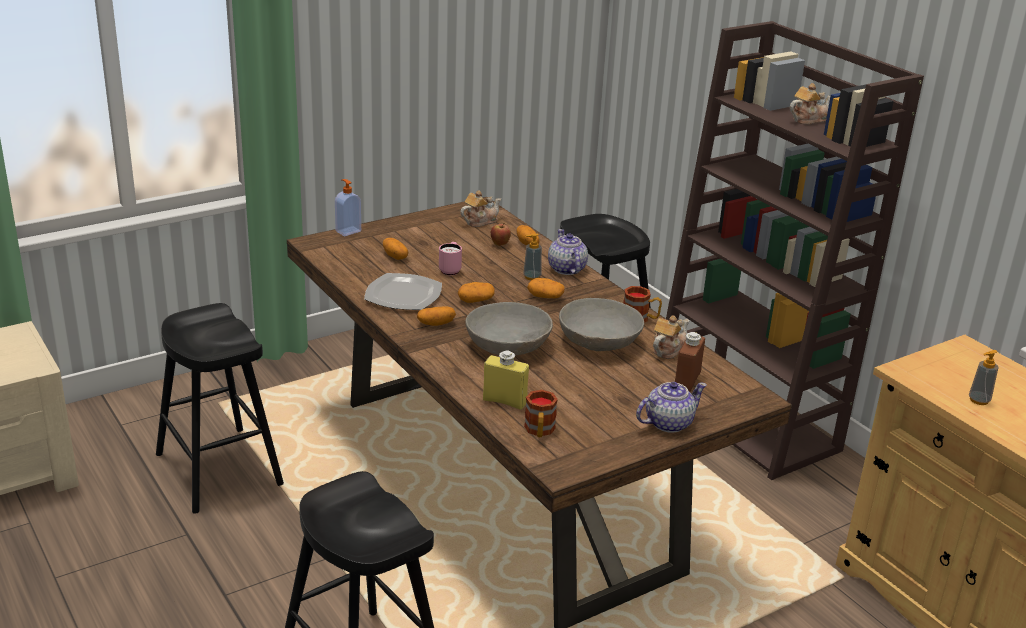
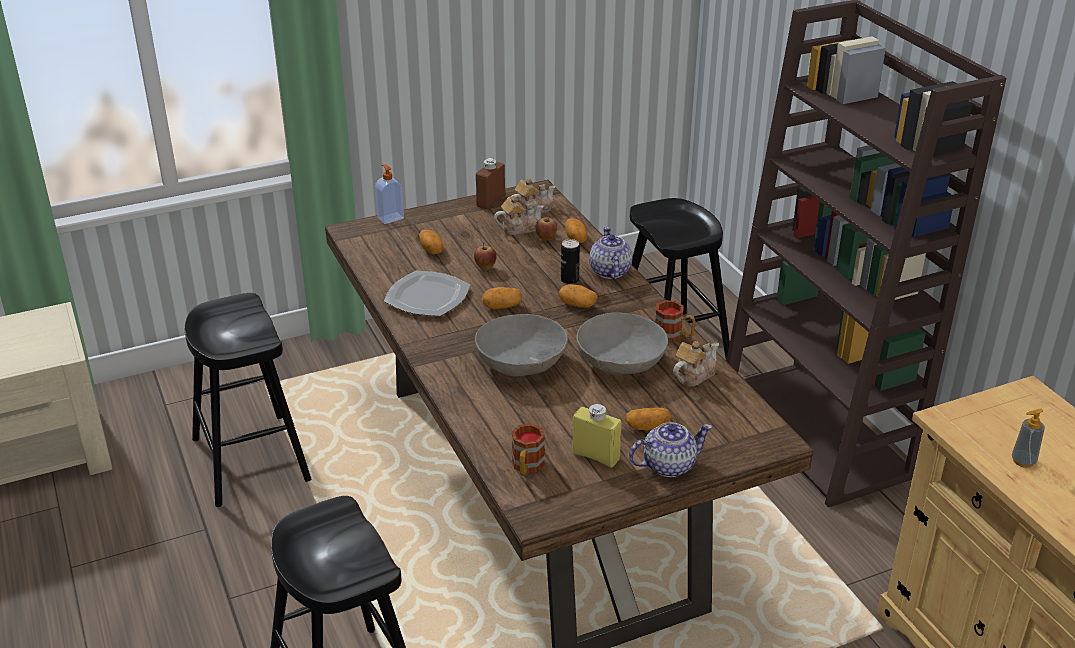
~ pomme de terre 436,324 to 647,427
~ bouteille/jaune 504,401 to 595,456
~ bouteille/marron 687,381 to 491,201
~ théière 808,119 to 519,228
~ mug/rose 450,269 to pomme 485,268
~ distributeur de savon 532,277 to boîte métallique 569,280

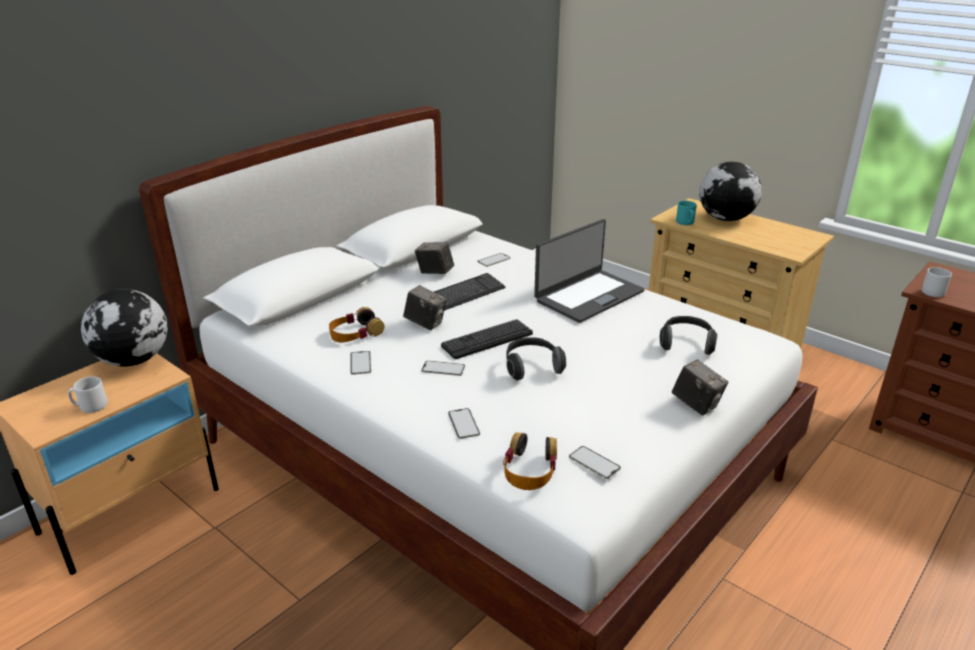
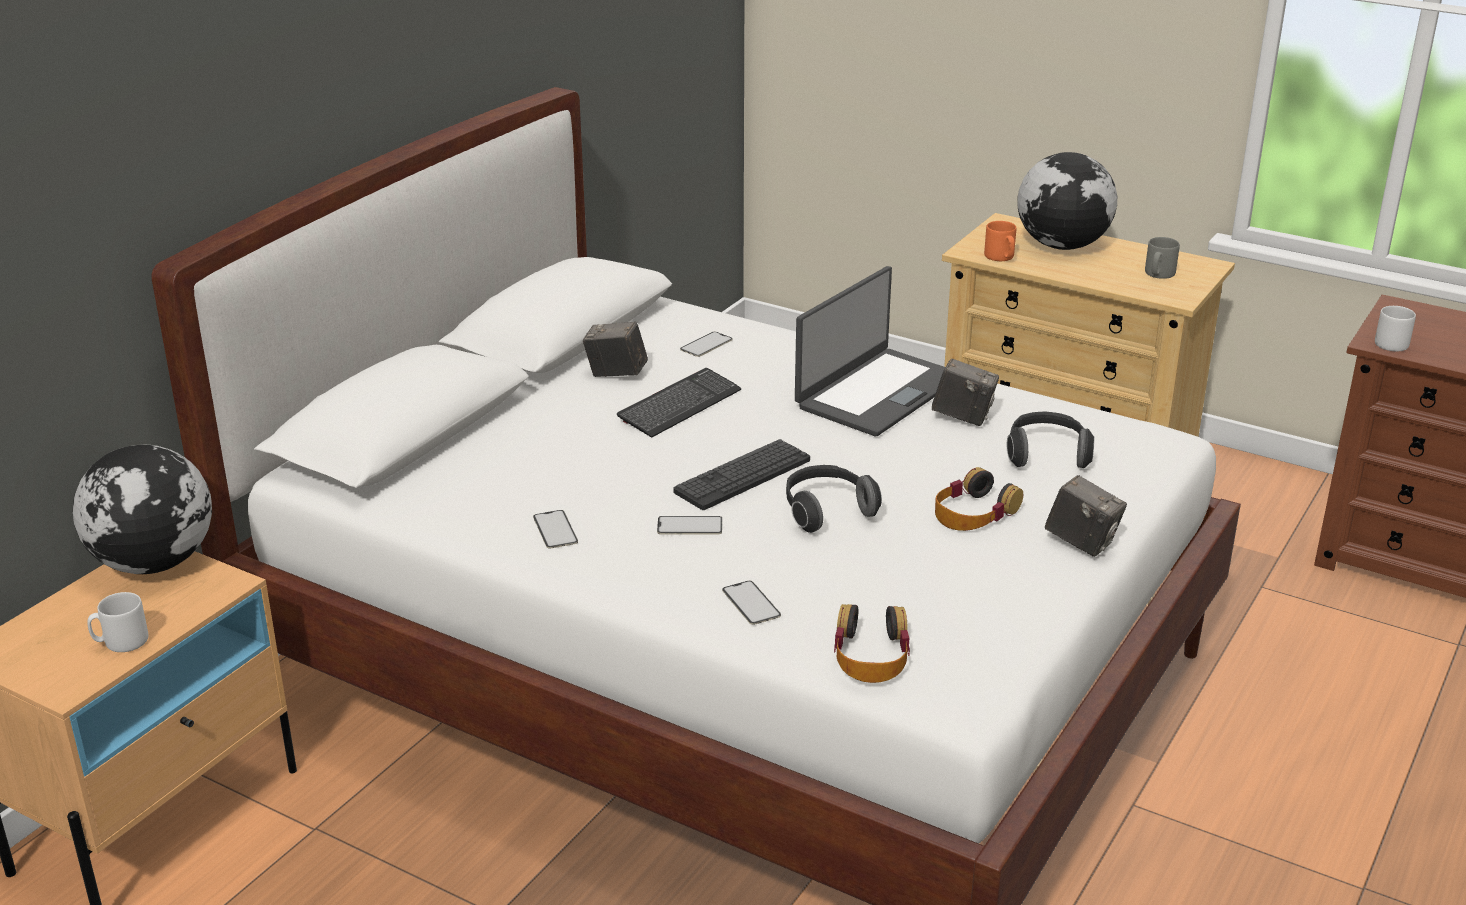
- téléphone 594,462
+ mug/gris 1158,274
~ casque audio 355,333 to 974,513
~ appareil photo 425,323 to 963,417
~ mug/turquoise 686,223 to mug/orange 1001,257

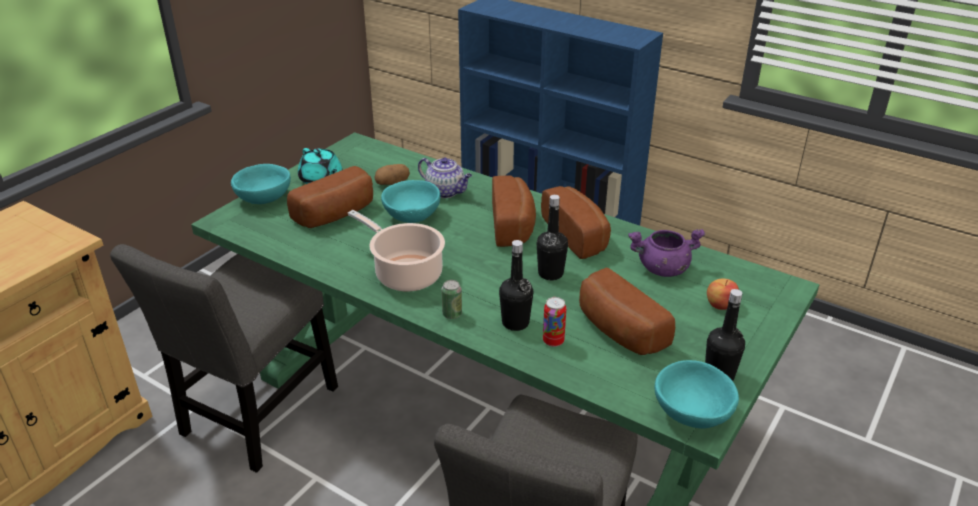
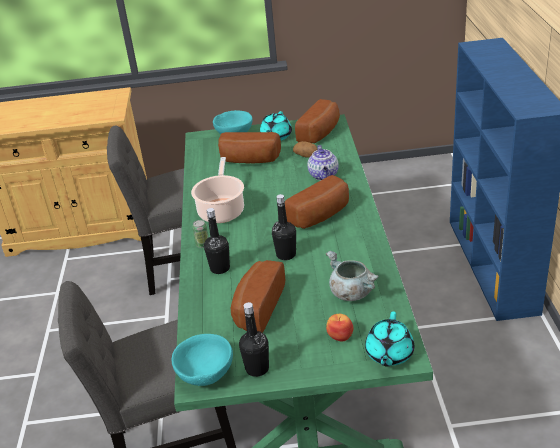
- bol/turquoise 411,216
- boîte métallique 553,341
+ théière/turquoise 389,354
~ pain 578,235 to 321,133
~ marmite/violet 662,269 to marmite/gris 351,293

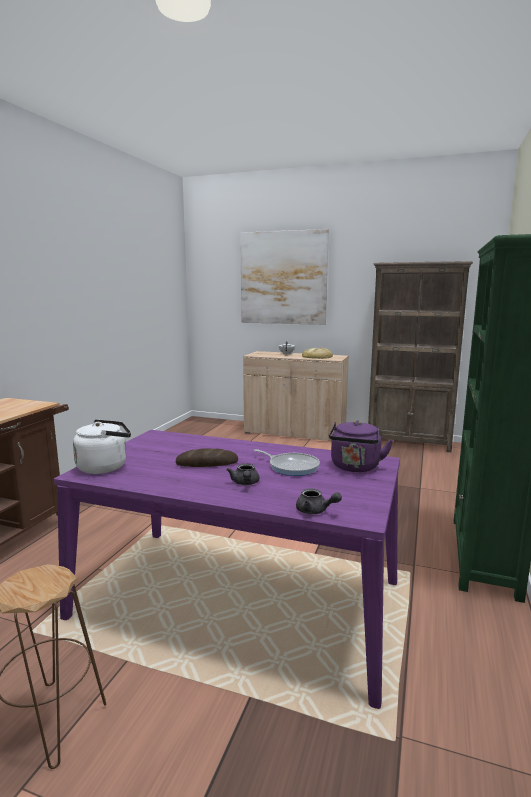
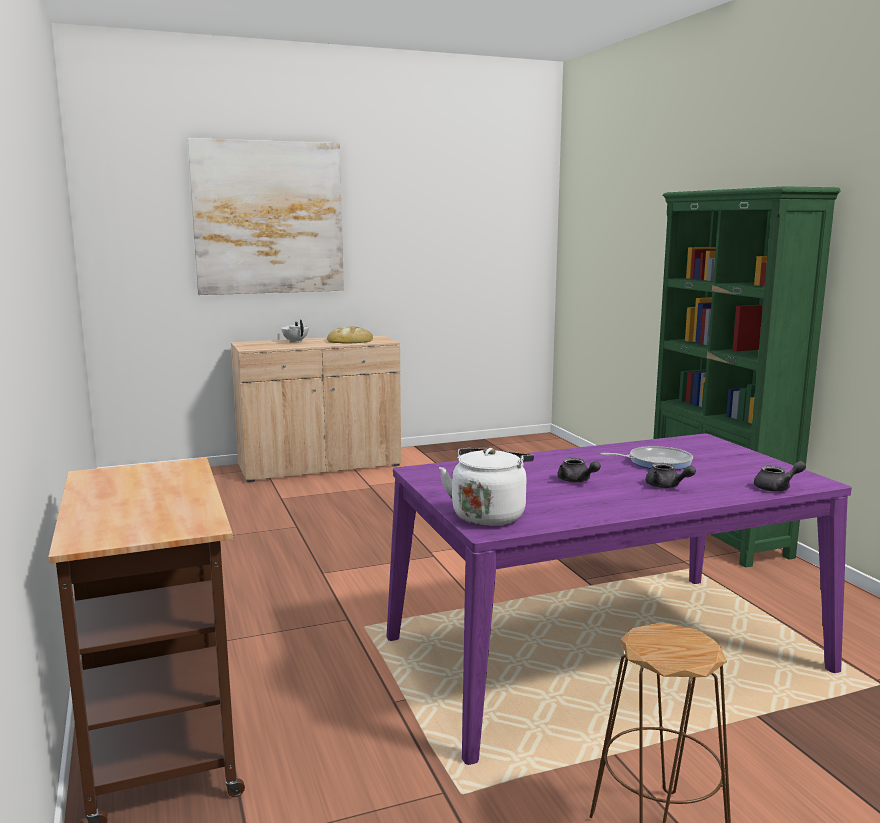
- bouilloire/violet 355,467
- bibliothèque/marron 409,443
~ pain 207,463 to théière/gris 576,481

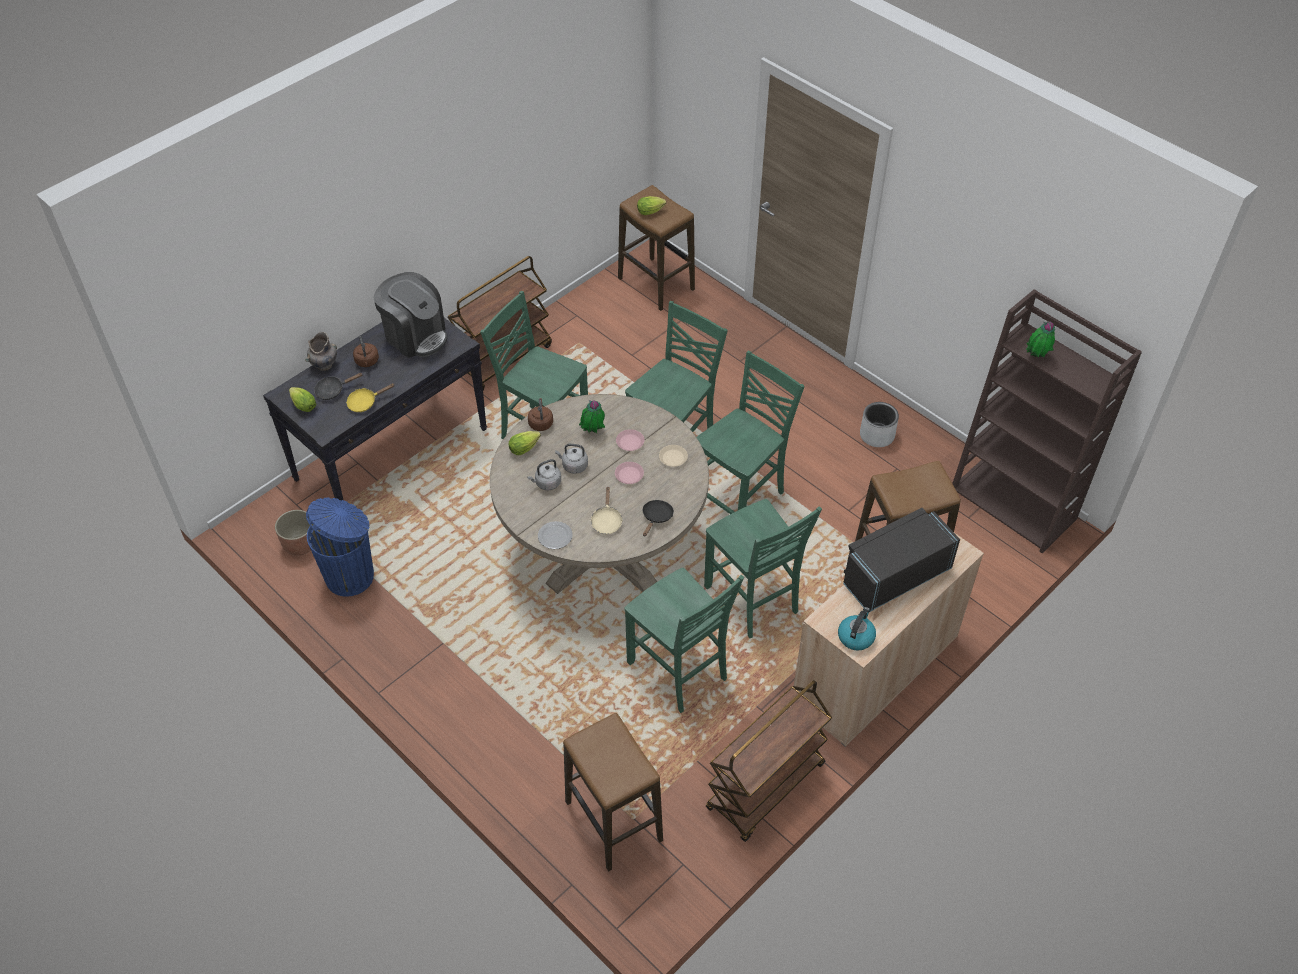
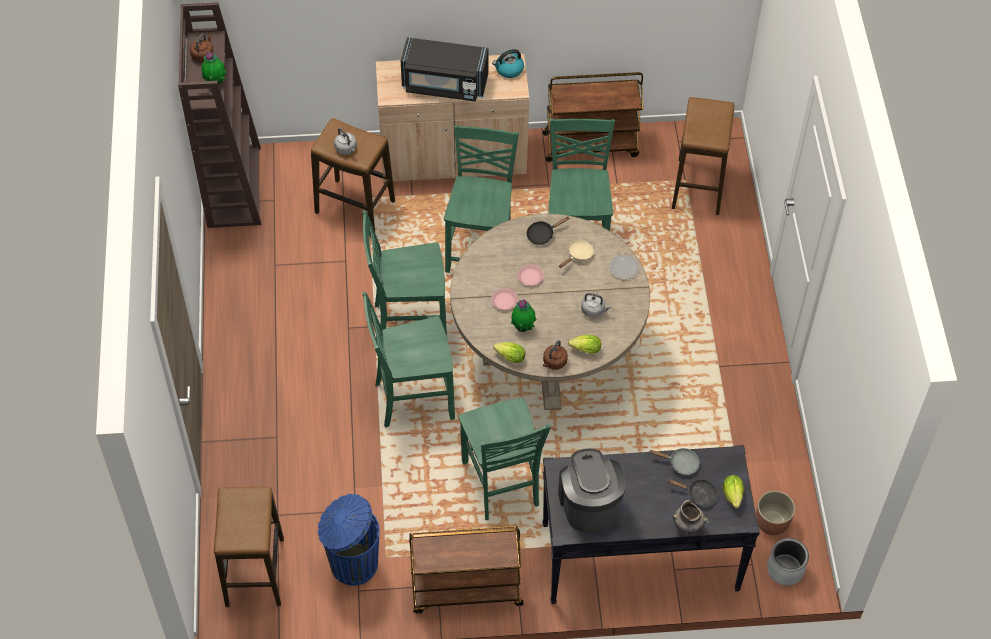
- assiette/beige 673,458
~ poubelle/bleu 351,576 to 352,564
~ bouilloire/marron 367,362 to 203,55
~ bouilloire/gris 573,466 to 346,149
~ laitue 651,211 to 508,357
~ cache-pot/gris 877,435 to 785,569
~ poêle/jaune 365,402 to poêle/gris 680,463

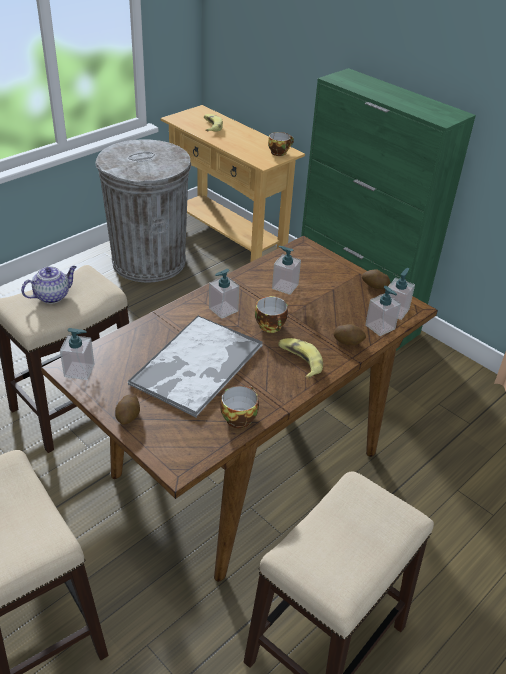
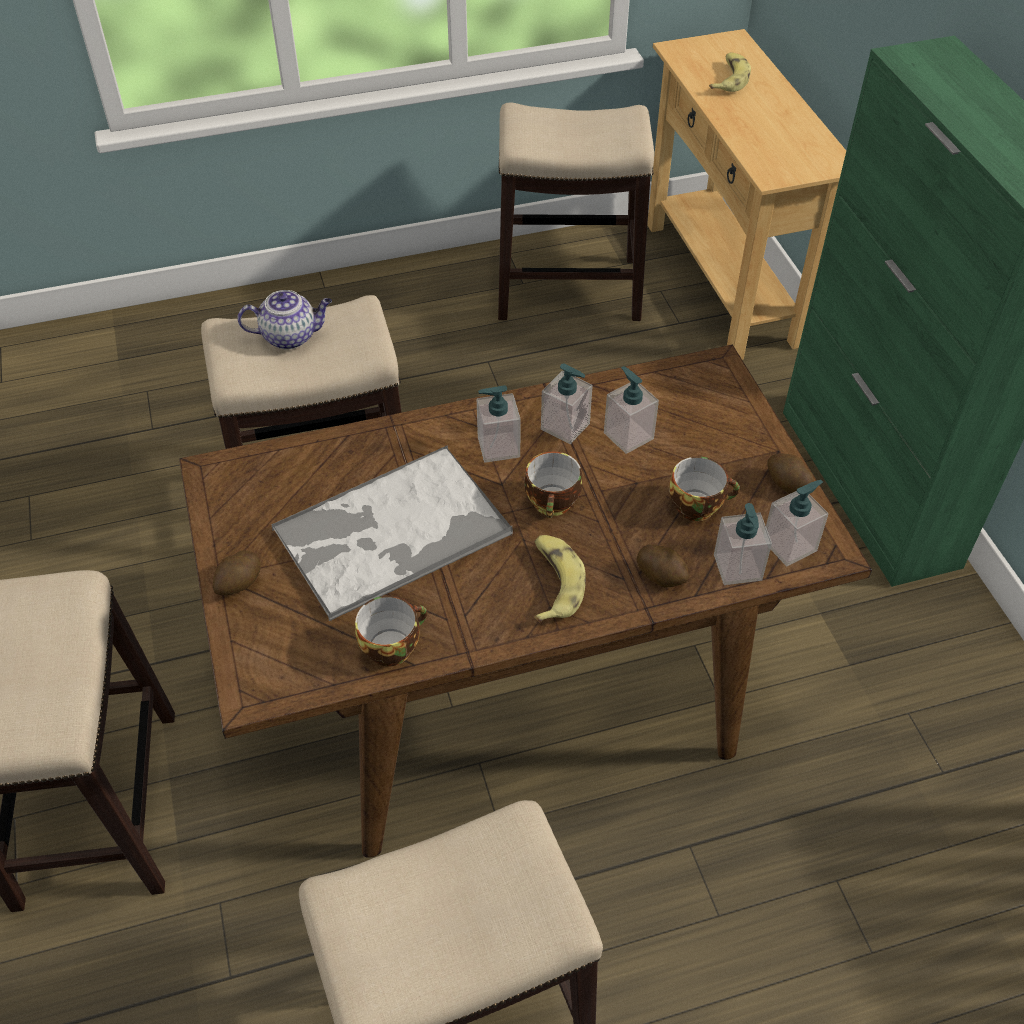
~ distributeur de savon 79,370 to 565,427
~ tasse 279,152 to 698,505
~ poubelle/gris 149,261 to tabouret 570,288

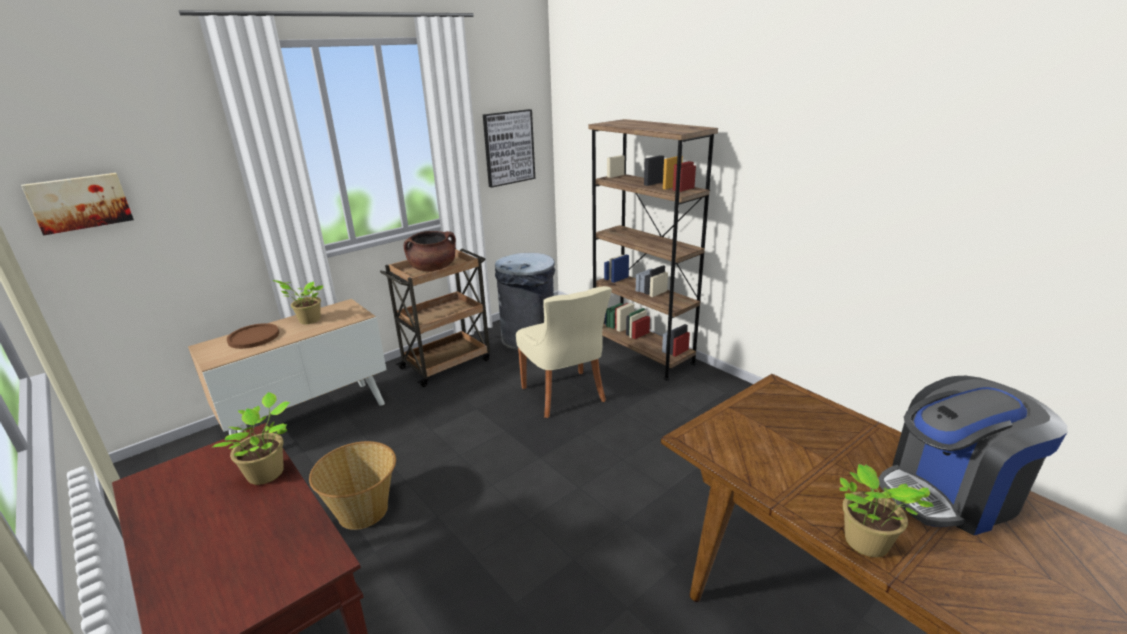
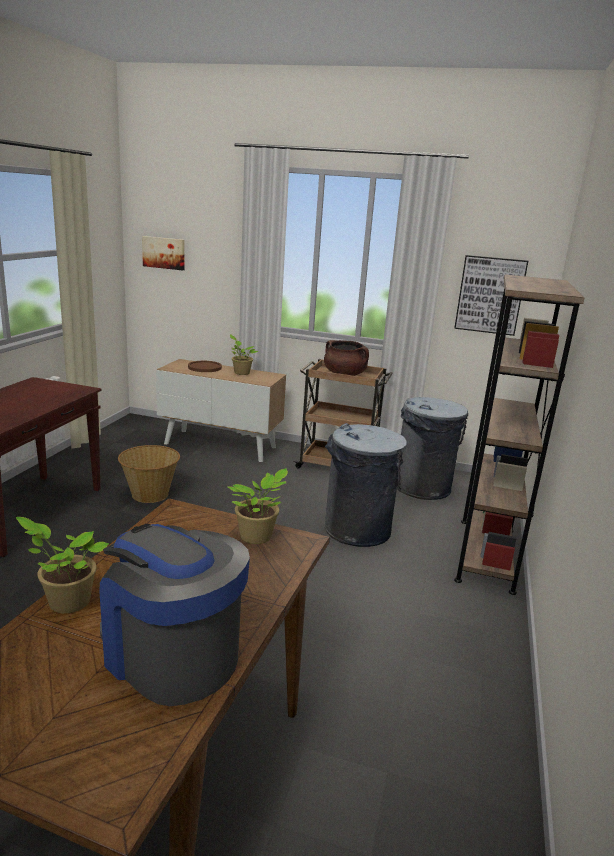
~ plante en pot 269,473 to 258,537
~ chaise/beige 565,395 to poubelle/gris 357,530

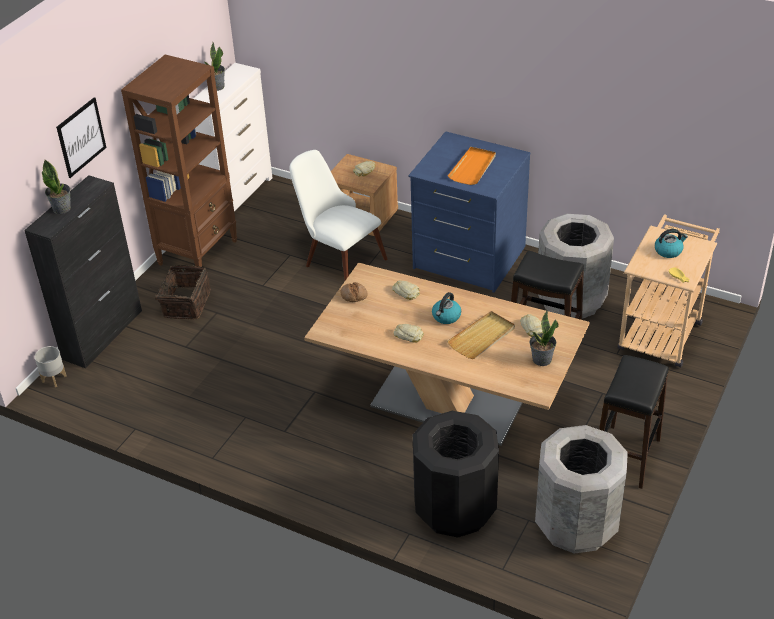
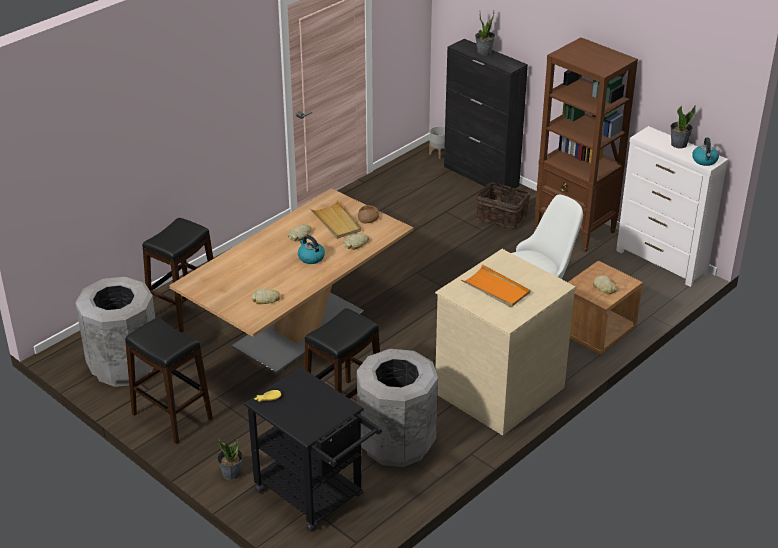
- tableau 81,137
~ plateau/beige 482,337 to 336,222
~ plante en pot 541,359 to 231,473
~ bouilloire 668,251 to 705,161
~ poubelle/noir 454,509 to tabouret/noir 184,309
~ commode/bleu 468,258 to commode/beige 498,389
~ chariot/beige 662,330 to chariot/noir 316,497

